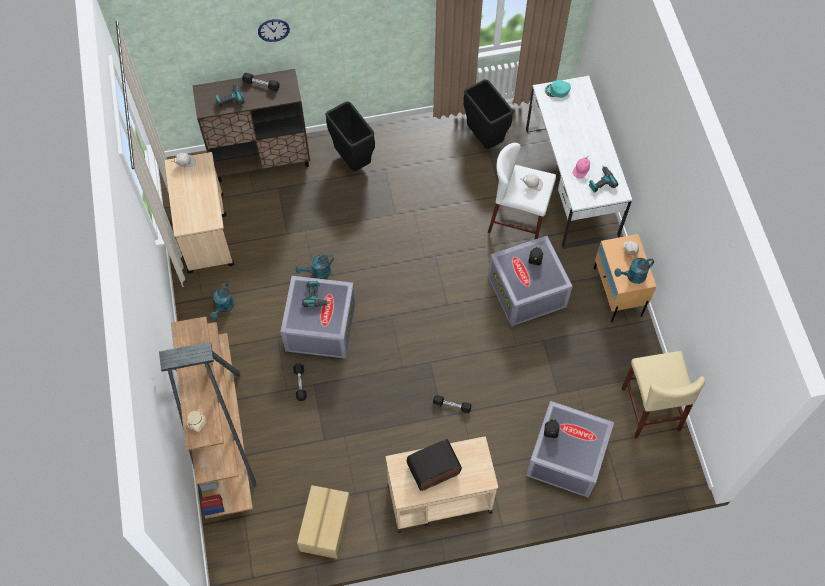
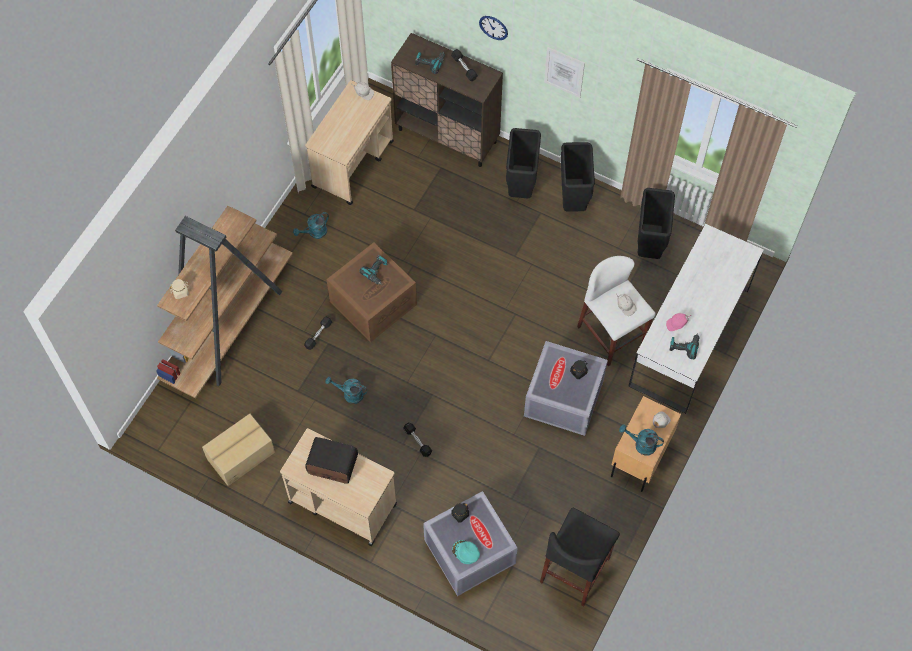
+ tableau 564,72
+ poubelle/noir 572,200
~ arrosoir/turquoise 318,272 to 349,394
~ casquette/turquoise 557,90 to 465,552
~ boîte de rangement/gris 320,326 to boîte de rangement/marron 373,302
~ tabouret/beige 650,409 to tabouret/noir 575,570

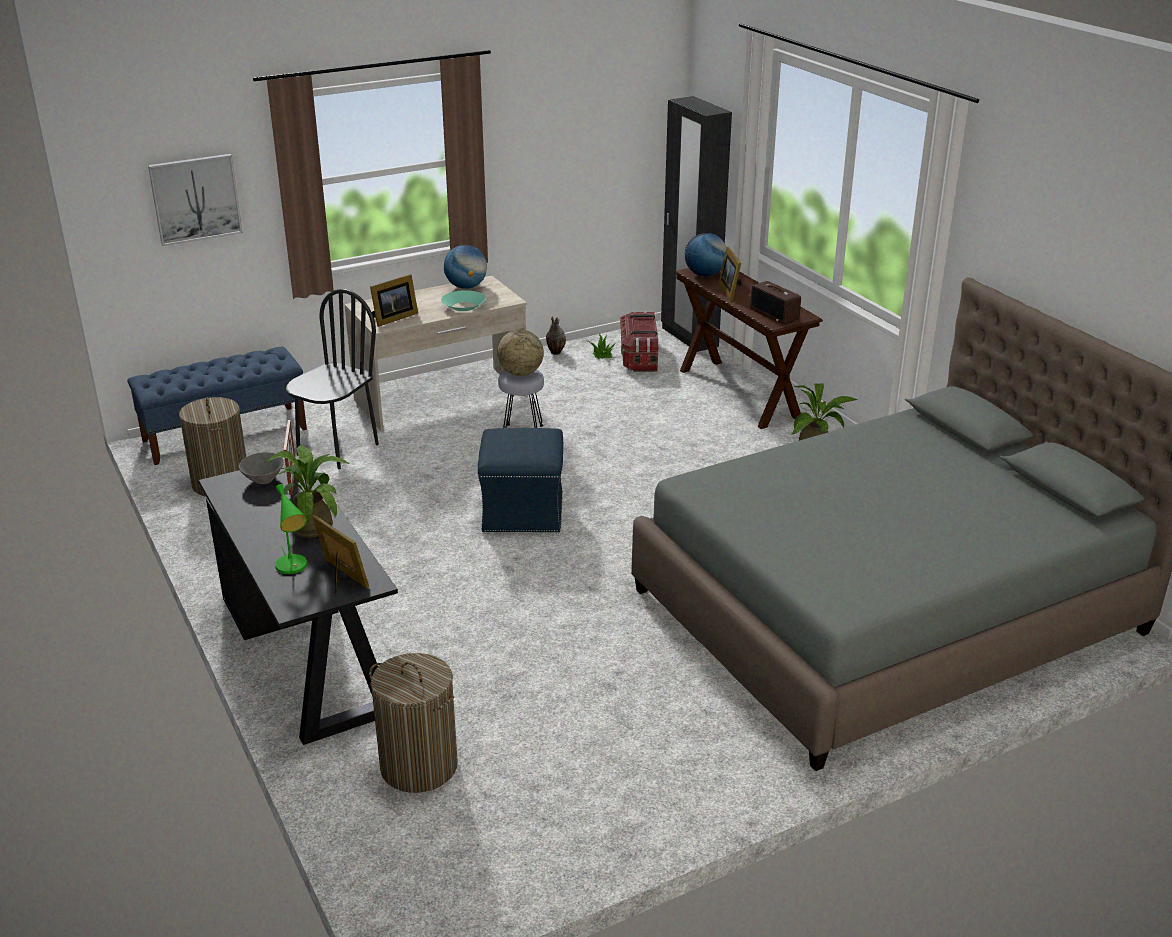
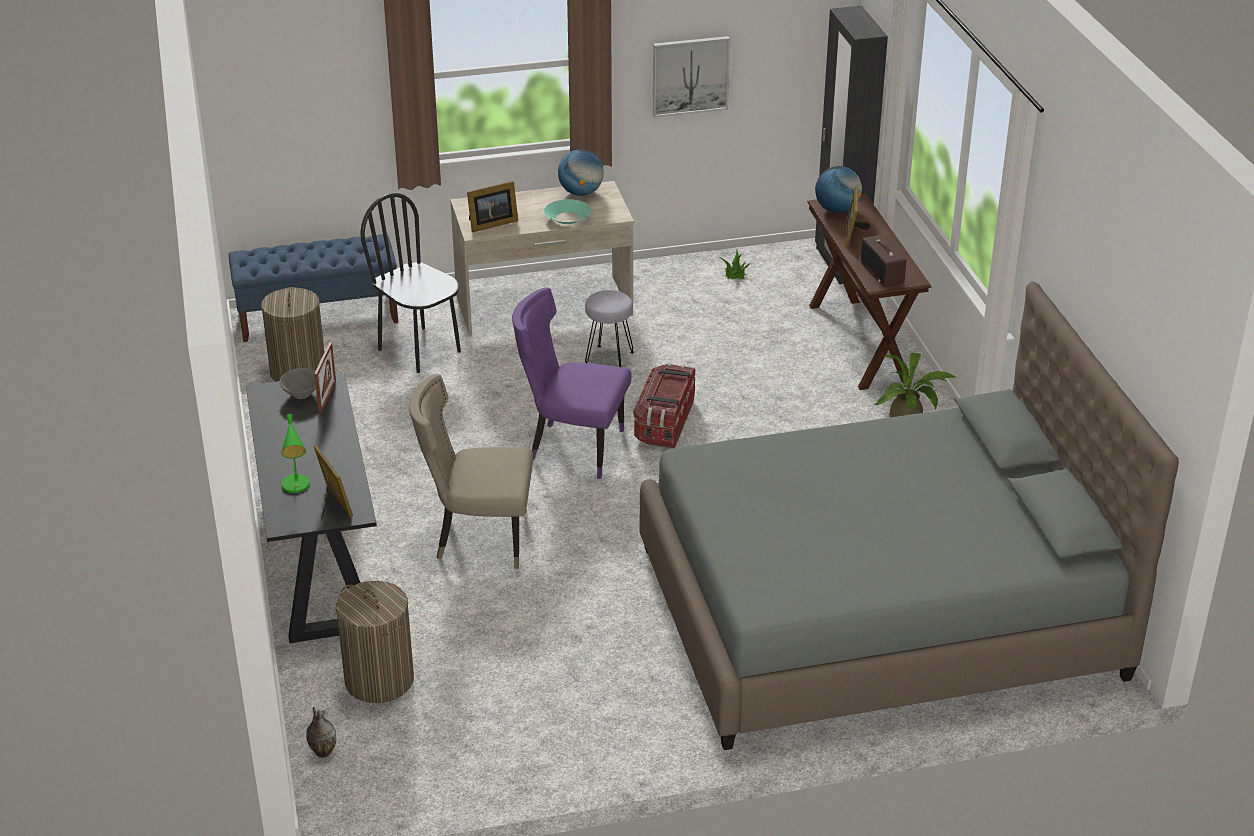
- plante en pot 313,525
- globe 521,373
+ chaise/beige 478,538
~ tableau 195,199 to 690,75
~ vase 555,352 to 322,752
~ boîte de rangement 639,357 to 664,422
~ pouf/bleu 522,511 to chaise/violet 572,447
~ chaise/noir 337,449 = 420,350 90 degrees counterclockwise

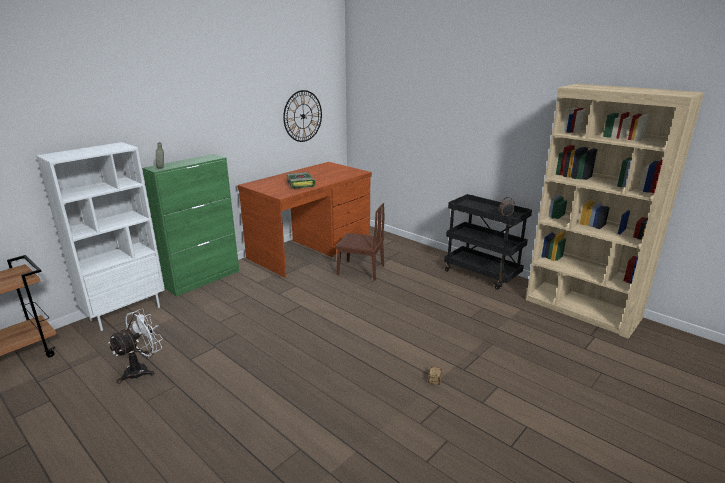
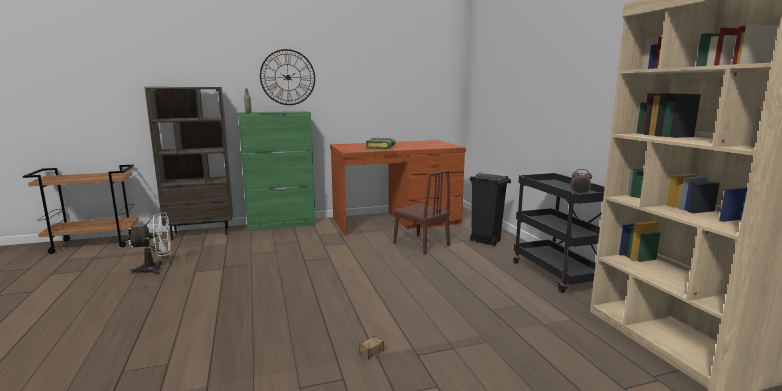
+ poubelle/noir 485,241
~ horloge murale 303,116 to 288,77
~ bibliothèque/blanc 126,313 to bibliothèque/marron 201,233

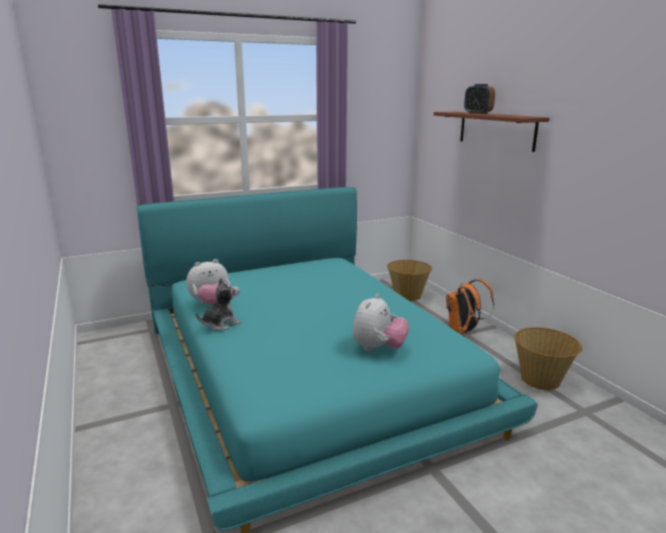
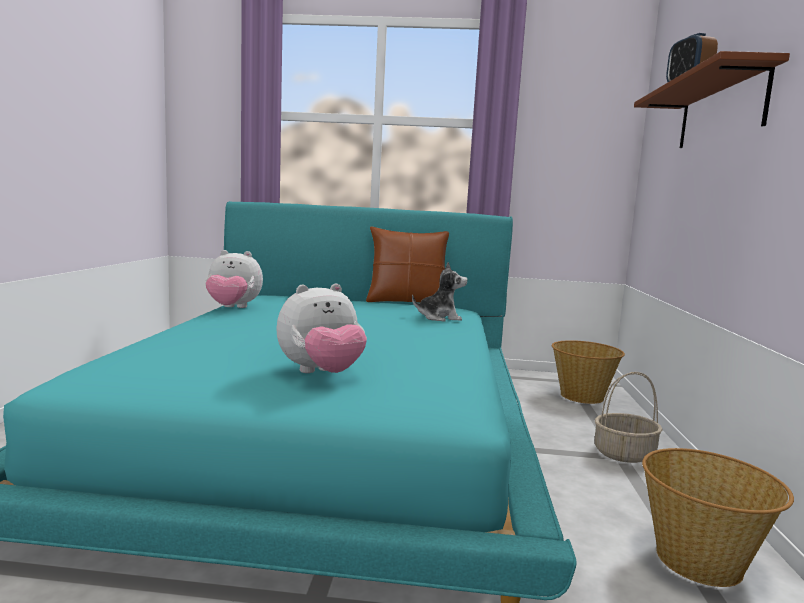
+ coussin/marron 407,302
~ peluche 220,324 to 439,318
~ sac à dos/orange 463,331 to panier 624,454

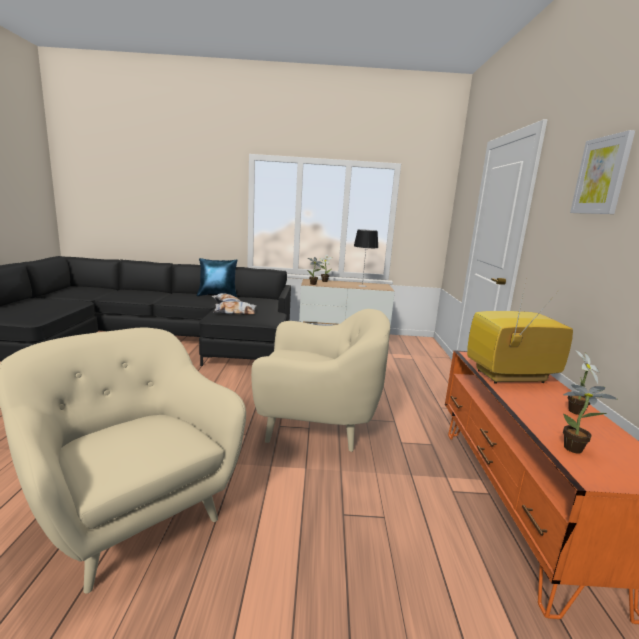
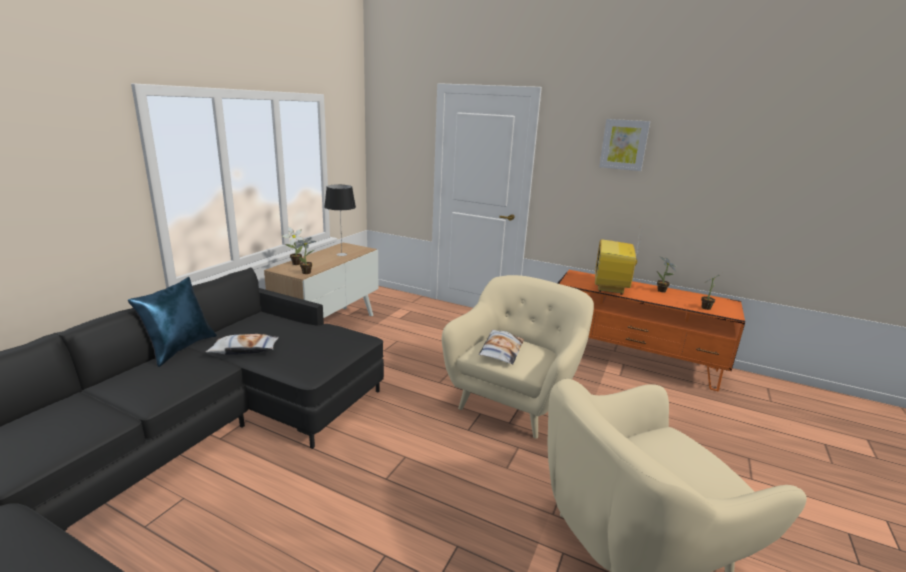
~ coussin 235,312 to 501,351

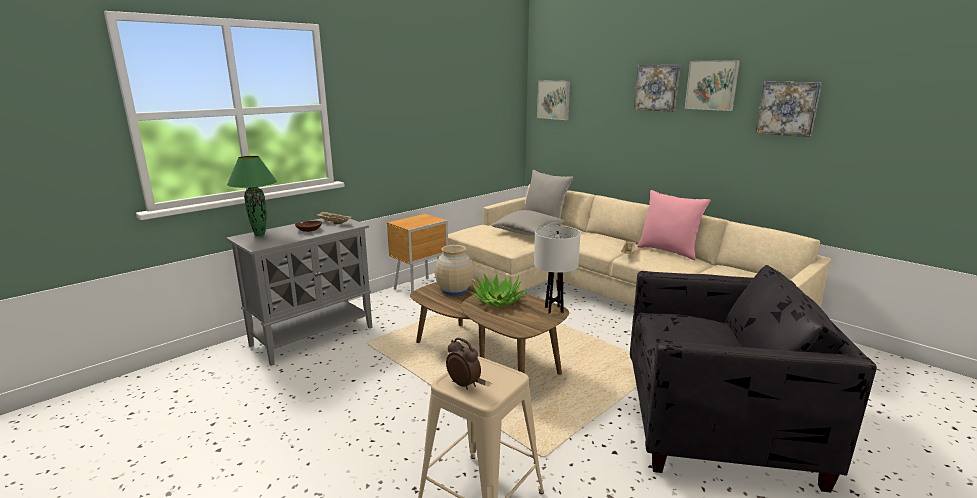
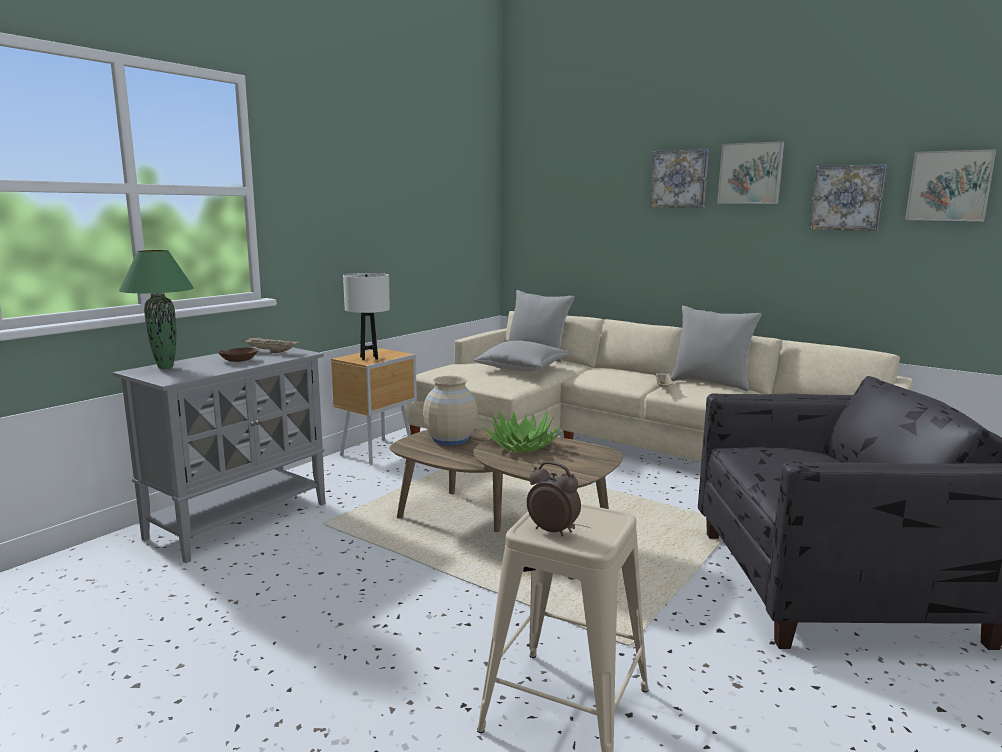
~ lampe de table/blanc 553,309 to 368,358
~ tableau 554,99 to 949,186
~ coussin/rose 668,251 to coussin/gris 711,383

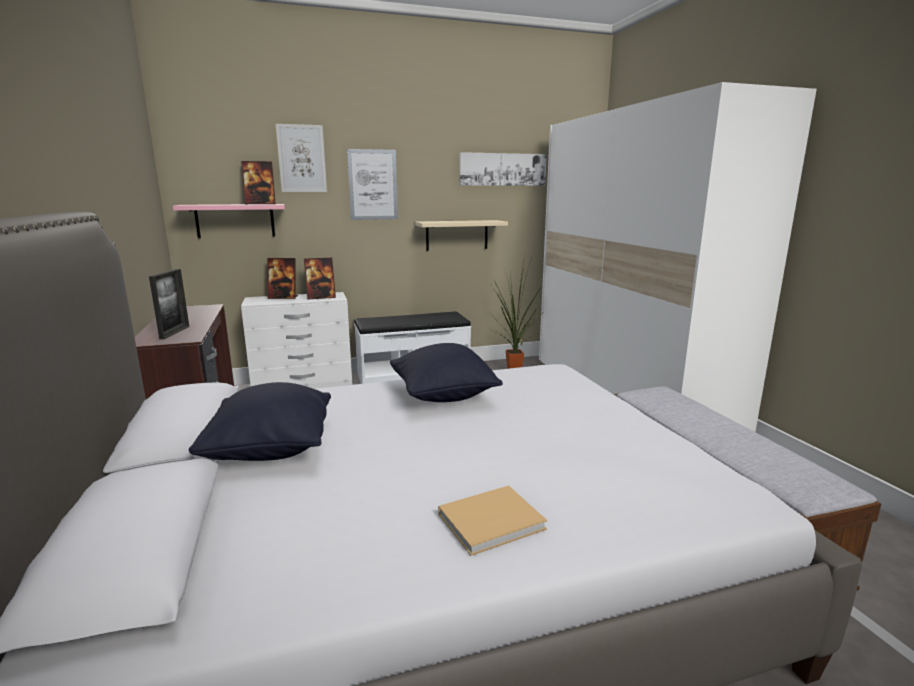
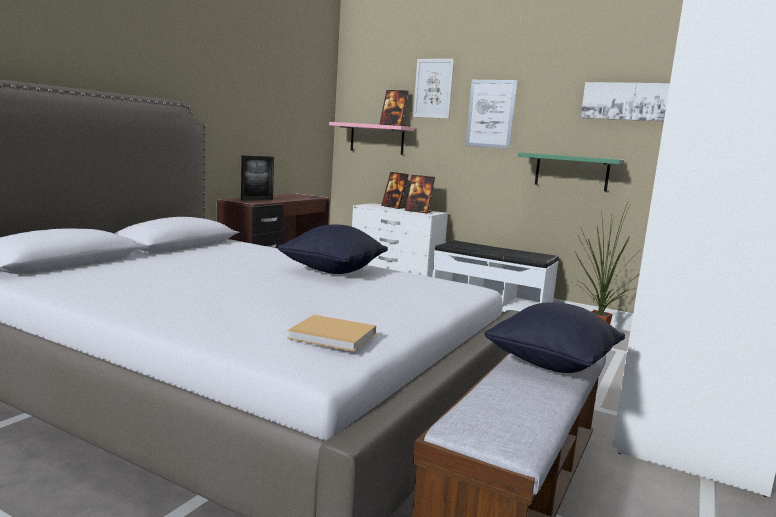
~ coussin/noir 271,450 to 552,364
~ livre/beige 494,521 to 335,336
~ étagère/beige 457,235 to étagère/vert 571,172

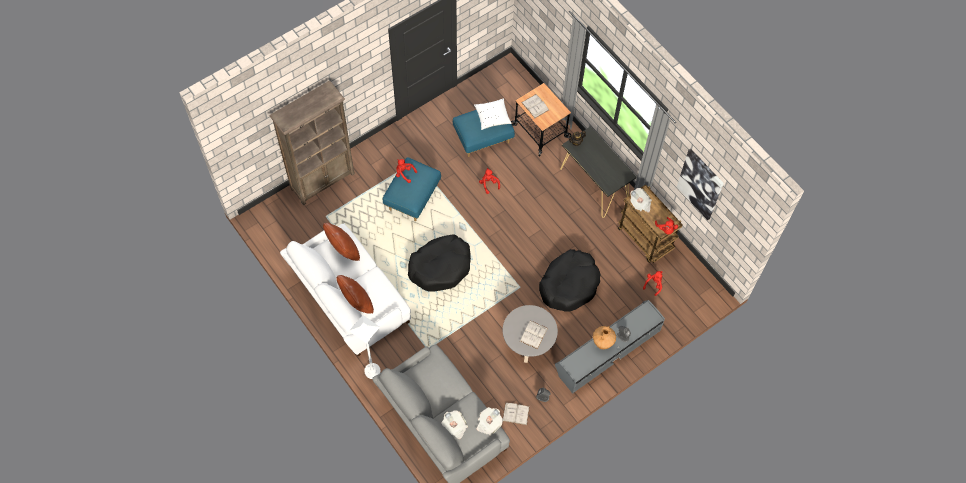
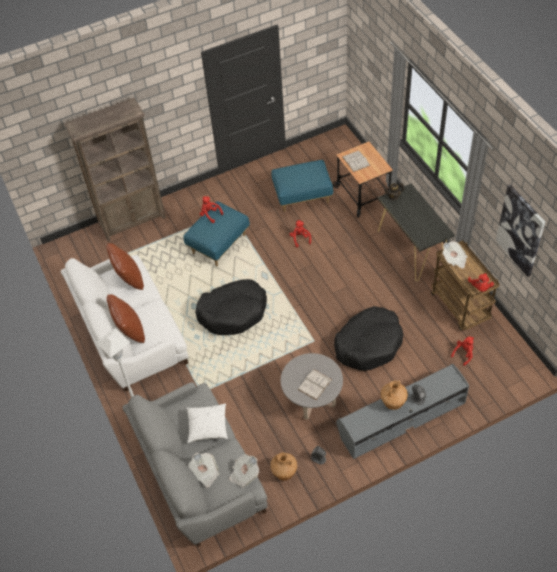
~ coussin/blanc 492,117 to 207,427
~ livre/blanc 516,413 to vase/marron 284,473

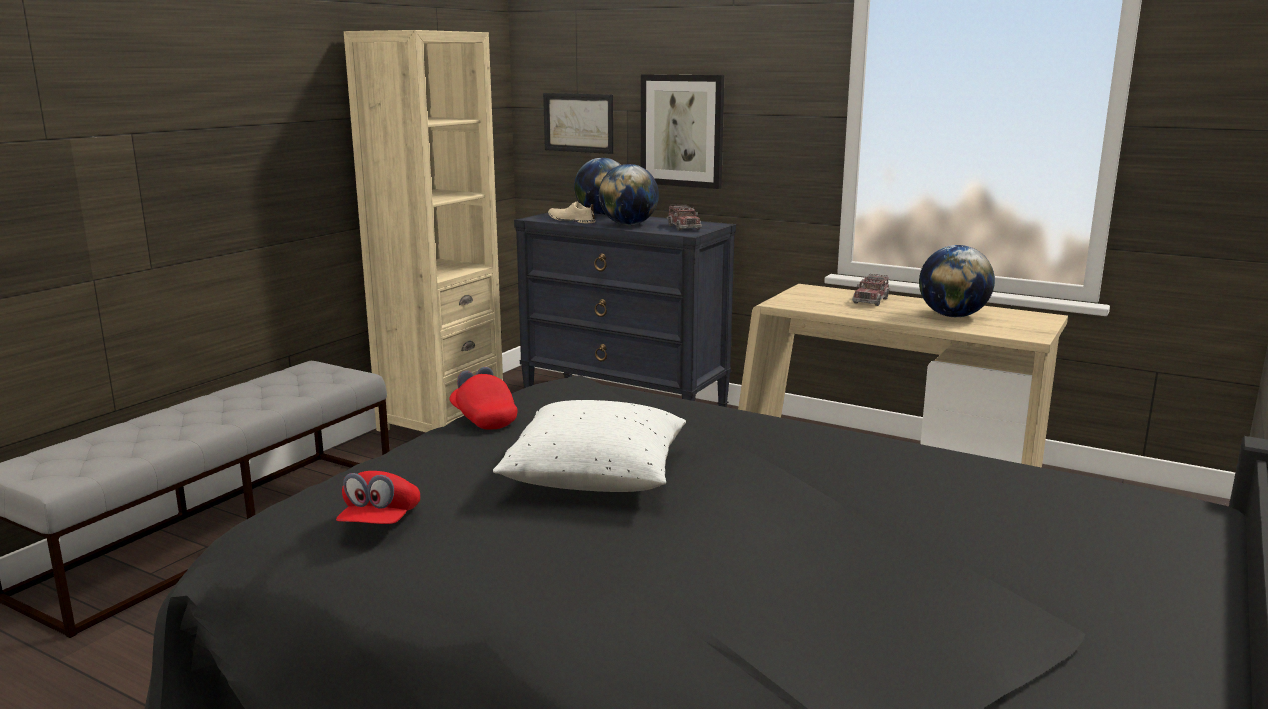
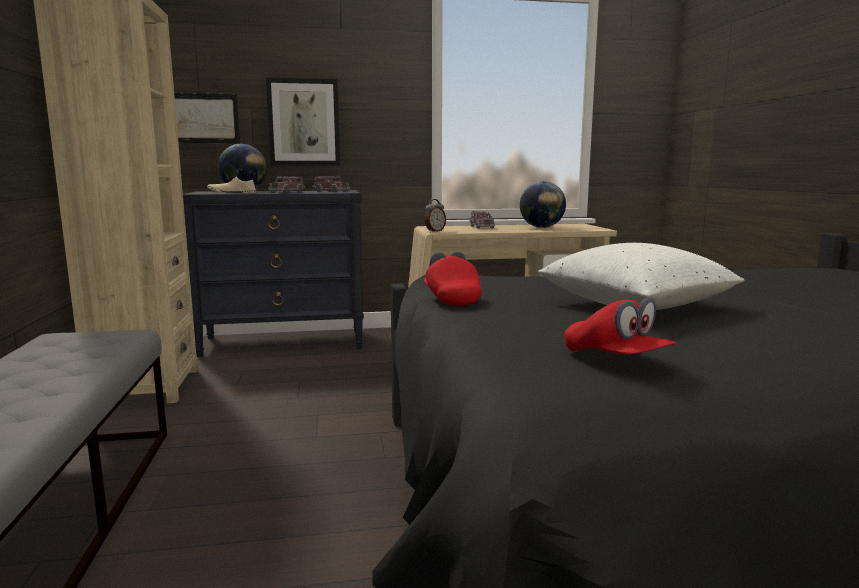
+ réveil 434,231
~ globe 628,224 to camion jouet 287,192
~ casquette/rouge 483,418 = 451,299 60 degrees clockwise

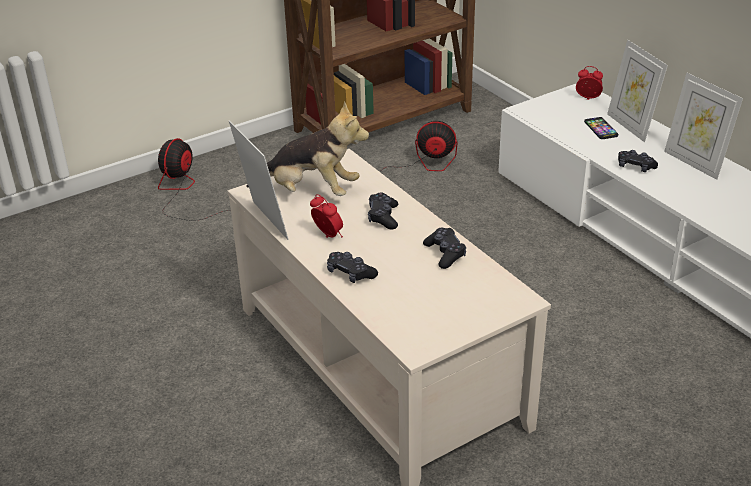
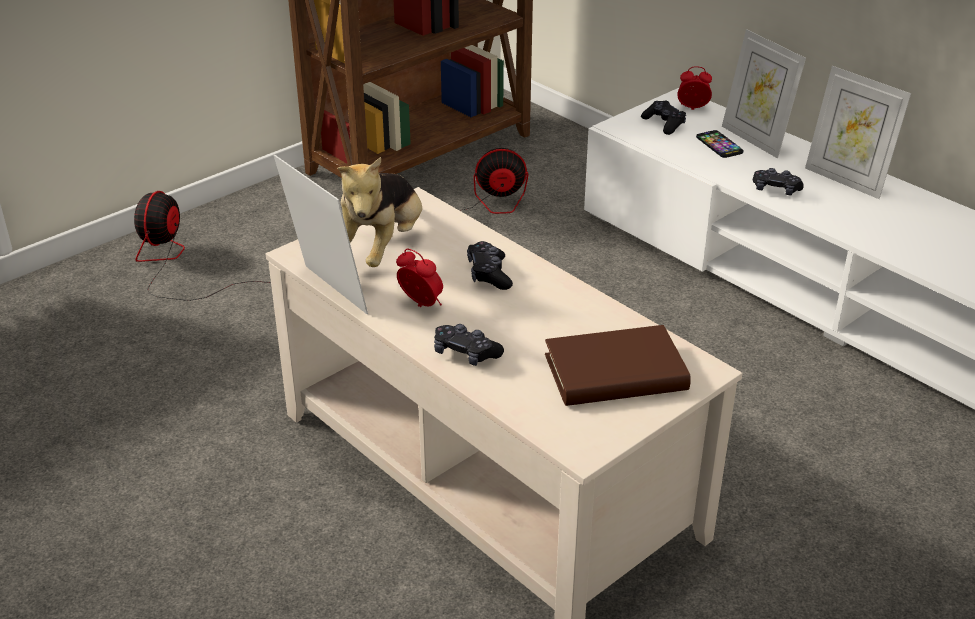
+ livre/marron 615,373
~ manette/noir 445,253 to 664,124
~ peluche 311,192 = 382,247 105 degrees clockwise

